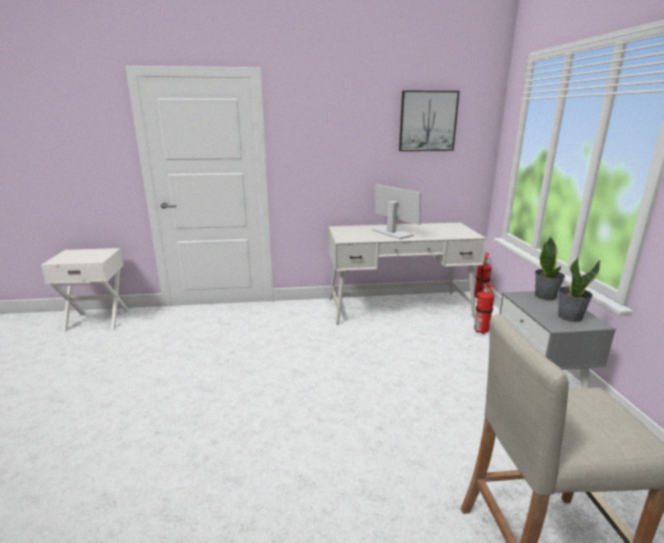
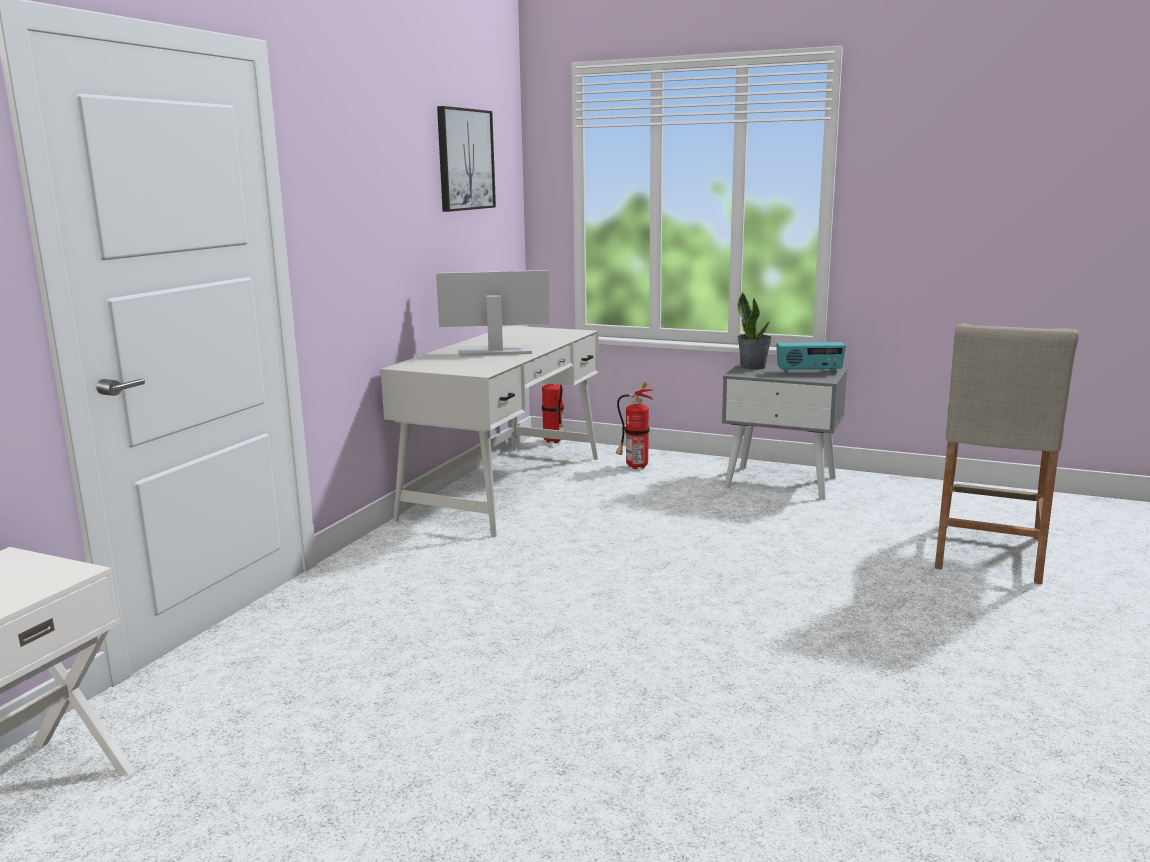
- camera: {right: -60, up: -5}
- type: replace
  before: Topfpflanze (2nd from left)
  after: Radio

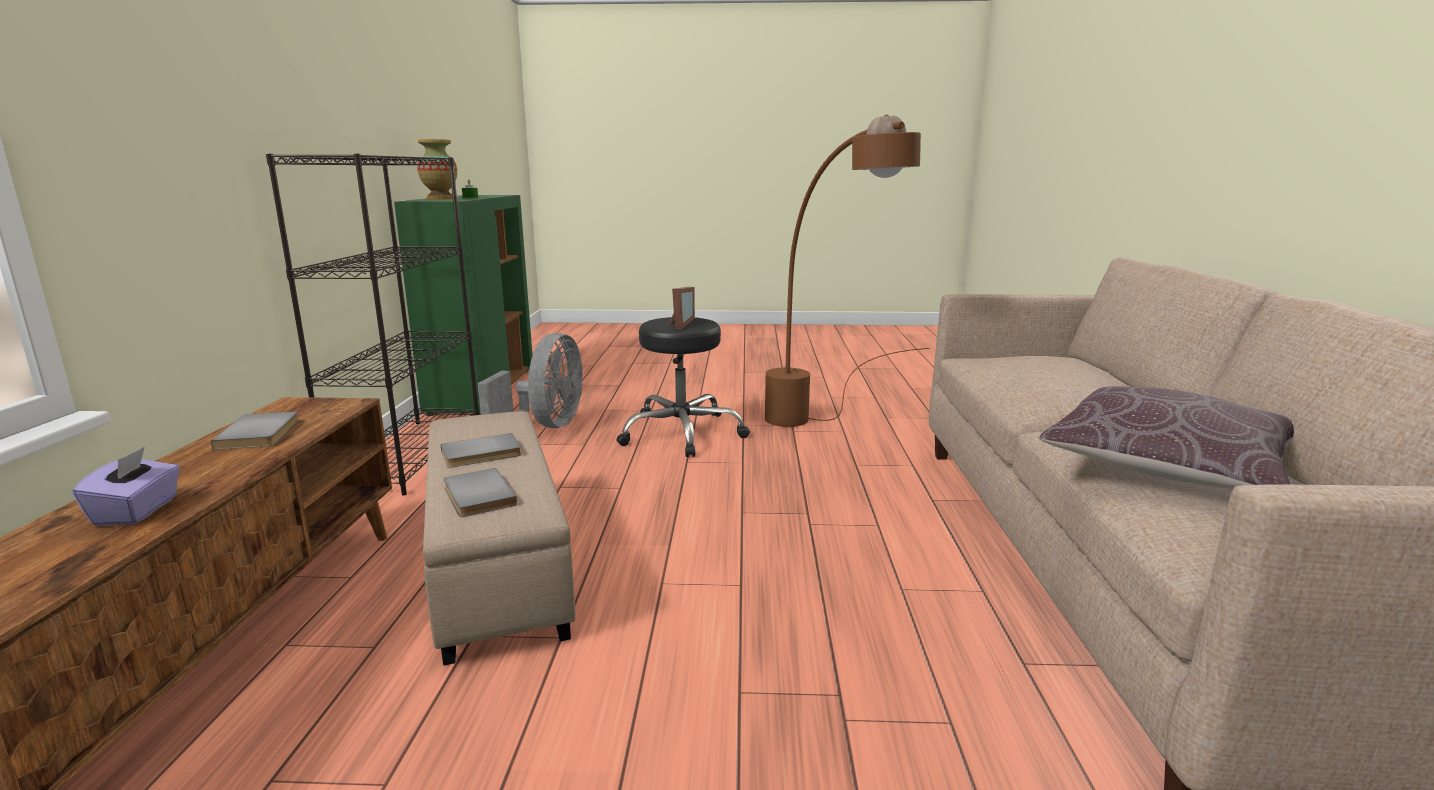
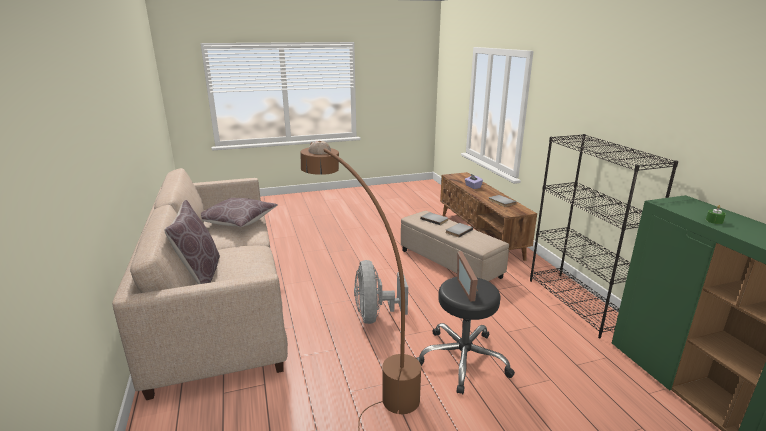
- camera: {right: 160, up: 5}
- type: delete
  before: Vase
- type: insert
  after: Kissen (braun) (1st from left)
- type: move
  before: Ventilator (grau)

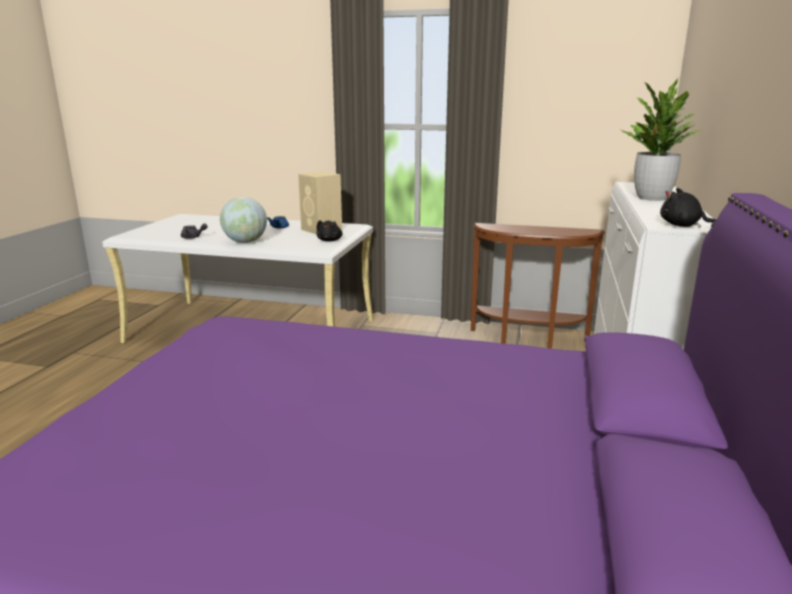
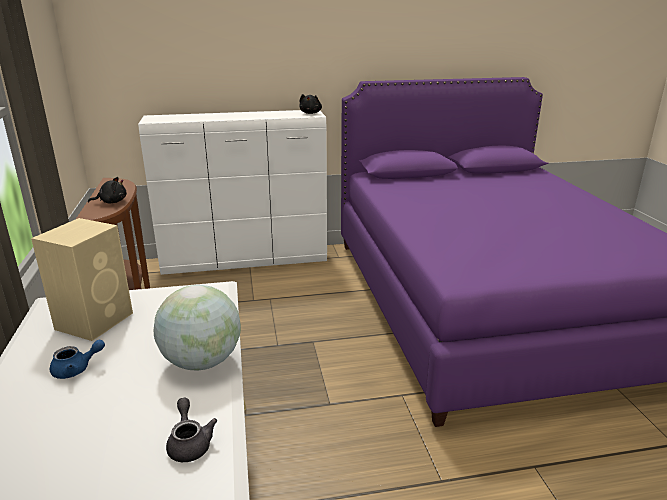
- camera: {right: -115, up: 5}
- type: delete
  before: Topfpflanze
- type: move
  before: Plüschtier (schwarz) (1st from left)

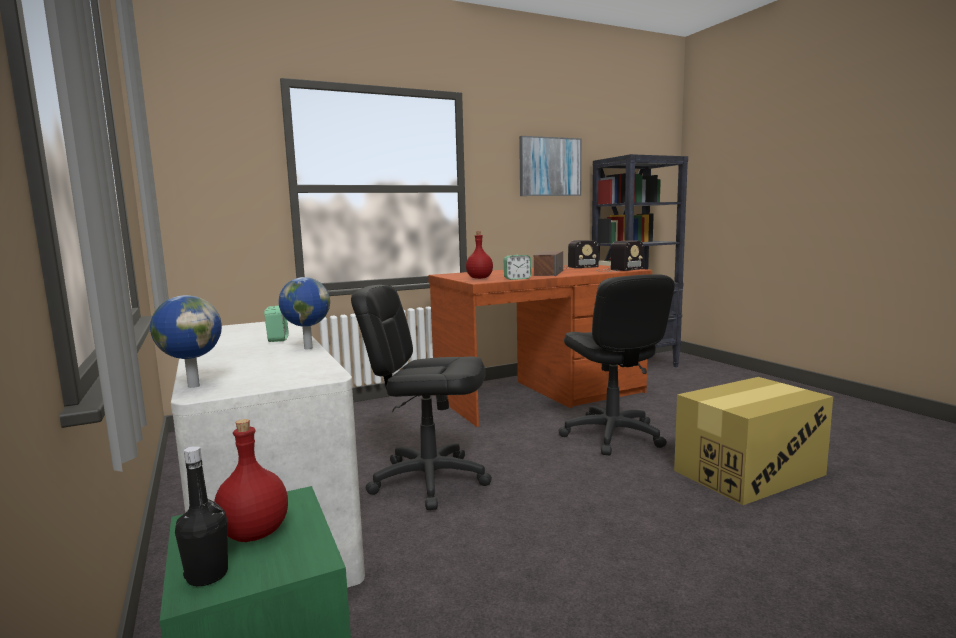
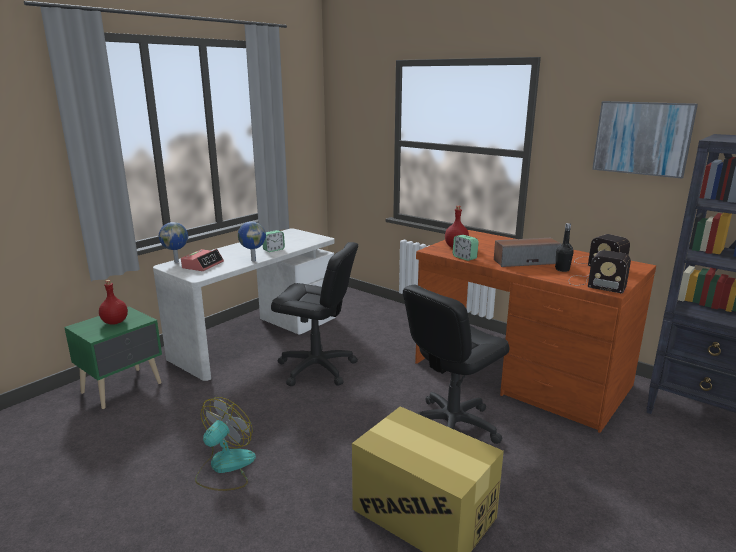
- camera: {right: 65, up: 10}
- type: insert
  after: Wecker (1st from left)
- type: insert
  after: Ventilator
- type: move
  before: Flasche (schwarz)
- type: rotate
  before: Bürostuhl (schwarz) (1st from left)
  turn: 120

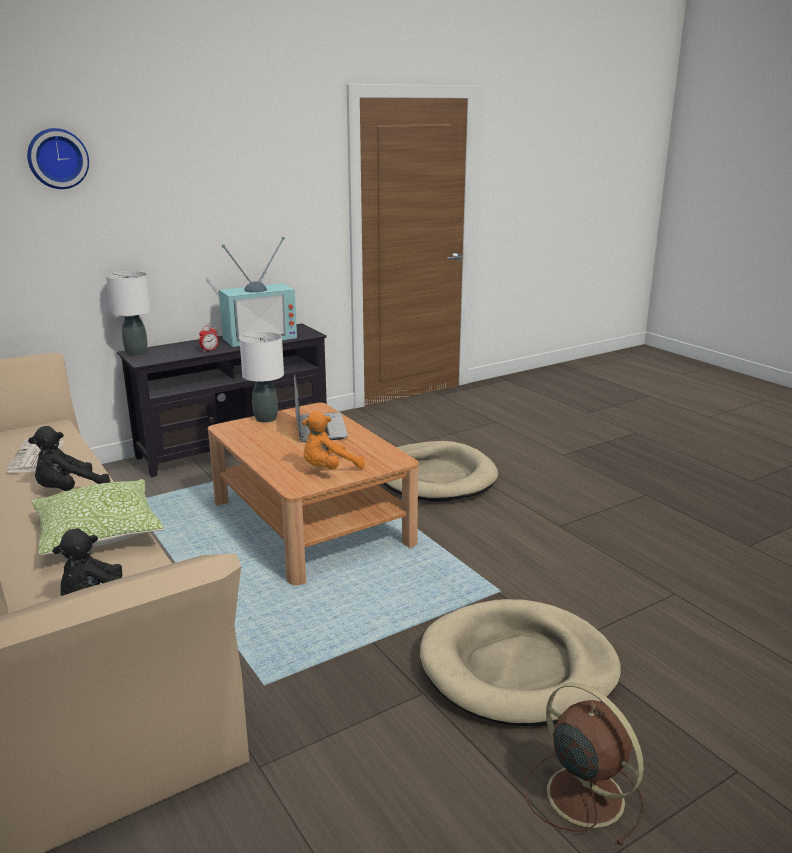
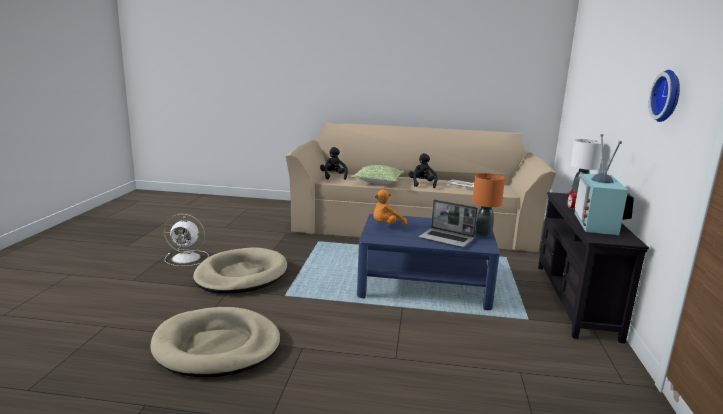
- camera: {right: 130, up: -5}
- type: move
  before: Wanduhr
- type: move
  before: Hundebett (beige) (1st from left)
- type: recolor
  before: Couchtisch (braun)
  after: Couchtisch (blau)
- type: recolor
  before: Tischlampe (weiß) (2nd from left)
  after: Tischlampe (orange)
- type: recolor
  before: Ventilator (braun)
  after: Ventilator (weiß)
- type: rotate
  before: Plüschtier (orange)
  turn: -135

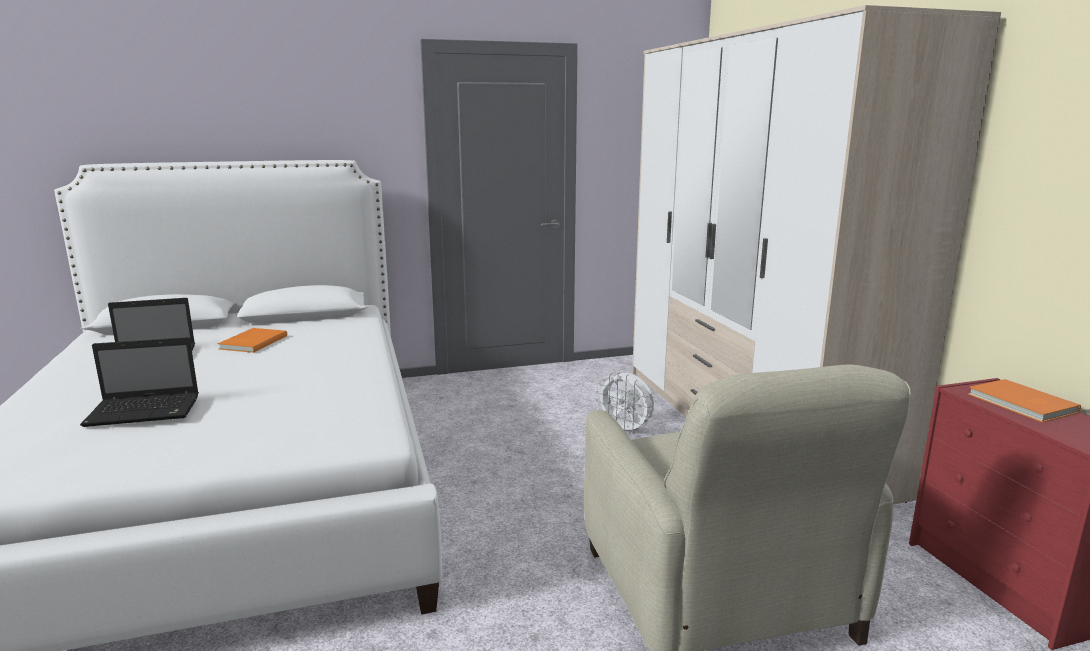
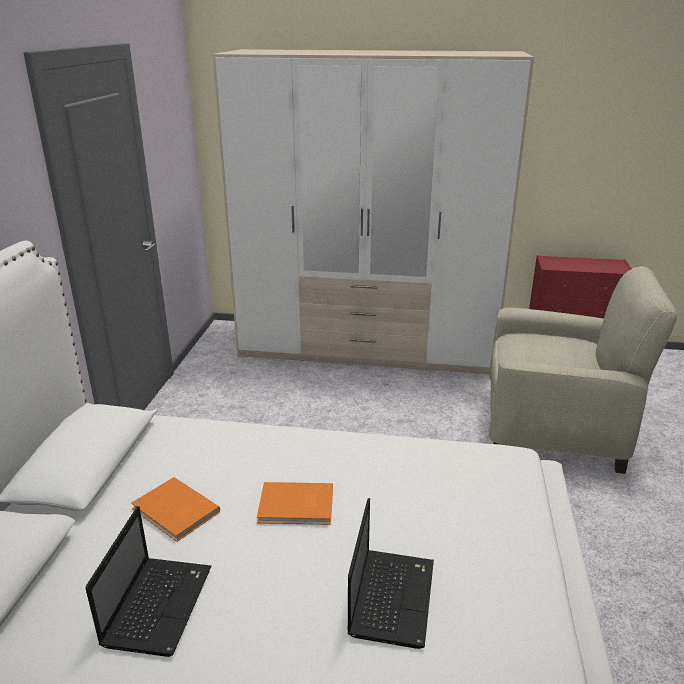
- camera: {right: -65, up: 10}
- type: delete
  before: Ventilator (weiß)
- type: move
  before: Buch (orange) (2nd from left)

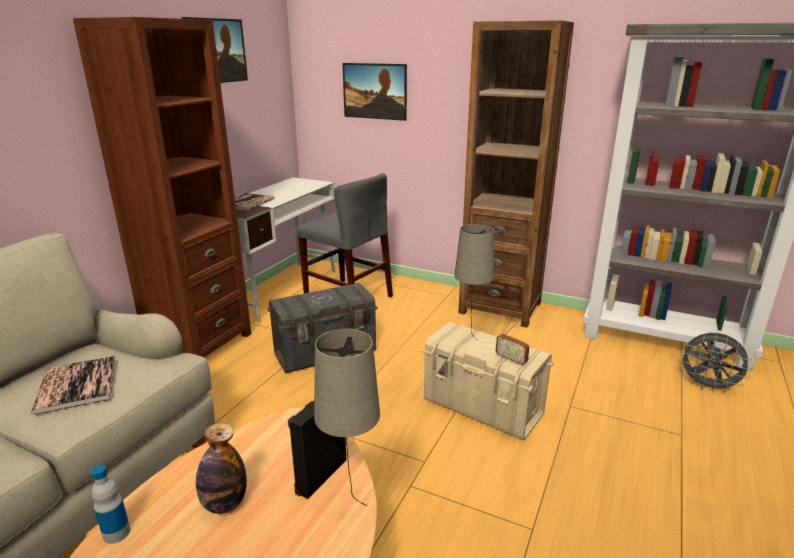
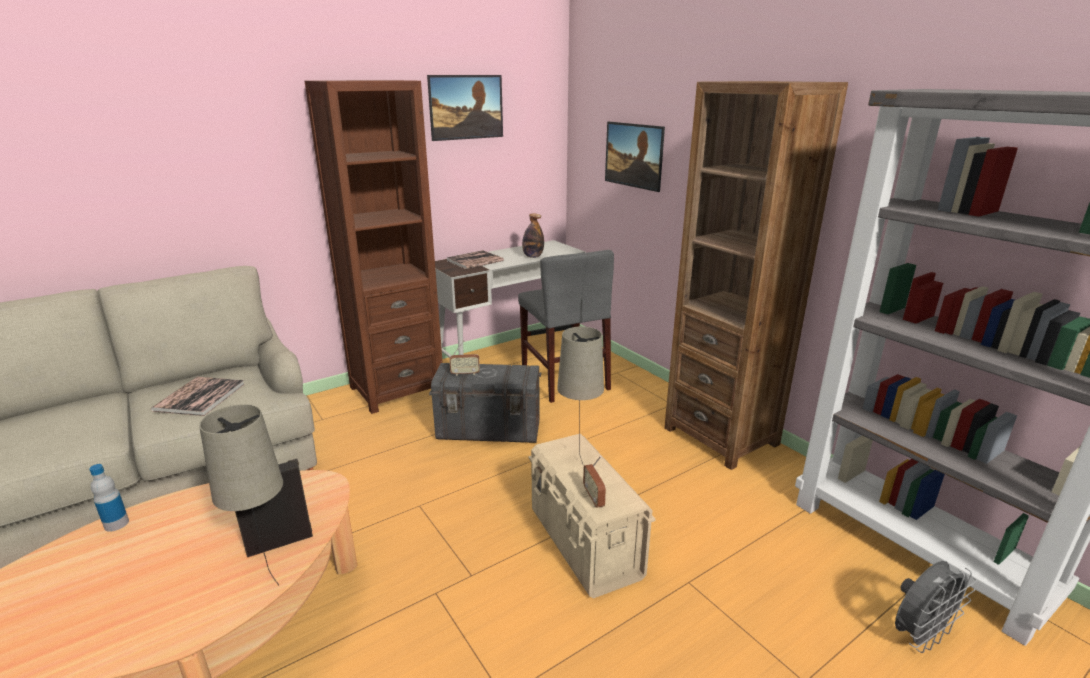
- camera: {right: 30, up: 0}
- type: insert
  after: Radio (1st from left)
- type: move
  before: Flasche (2nd from left)
- type: rotate
  before: Ventilator (grau)
  turn: -90

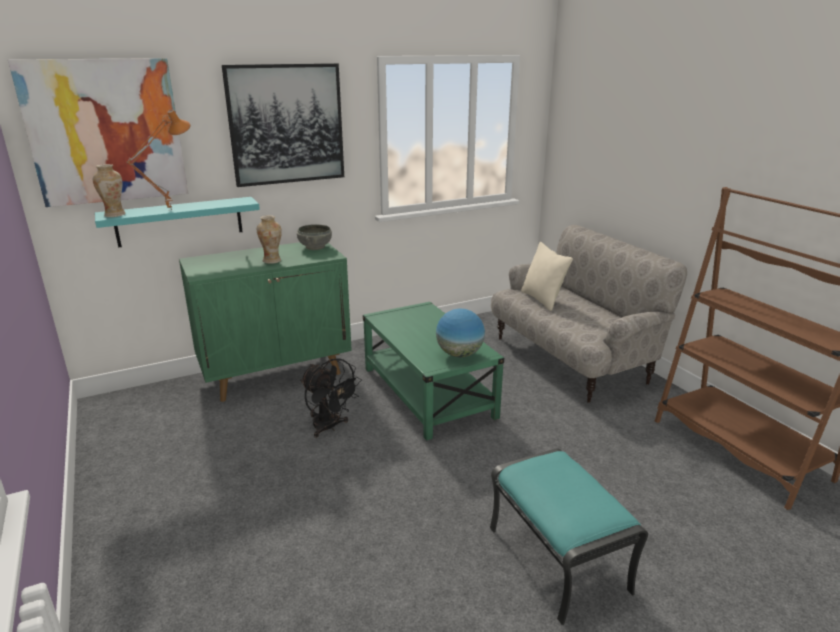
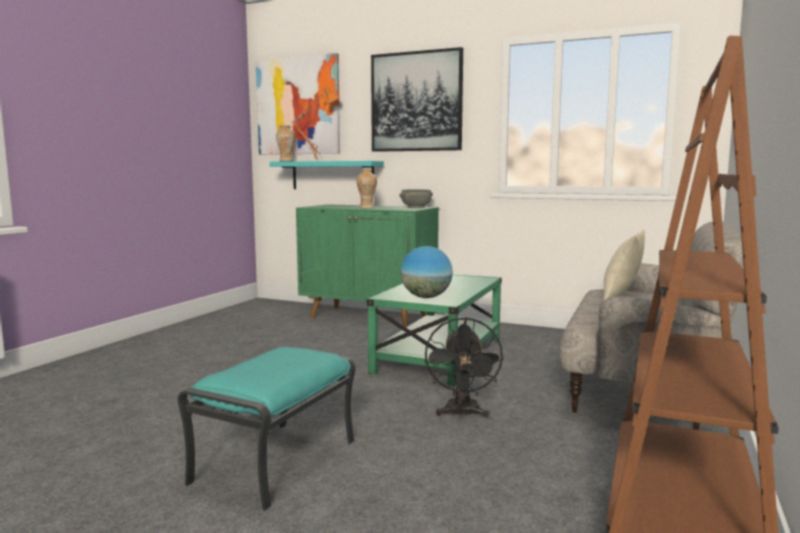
- camera: {right: 50, up: -15}
- type: move
  before: Ventilator (schwarz)

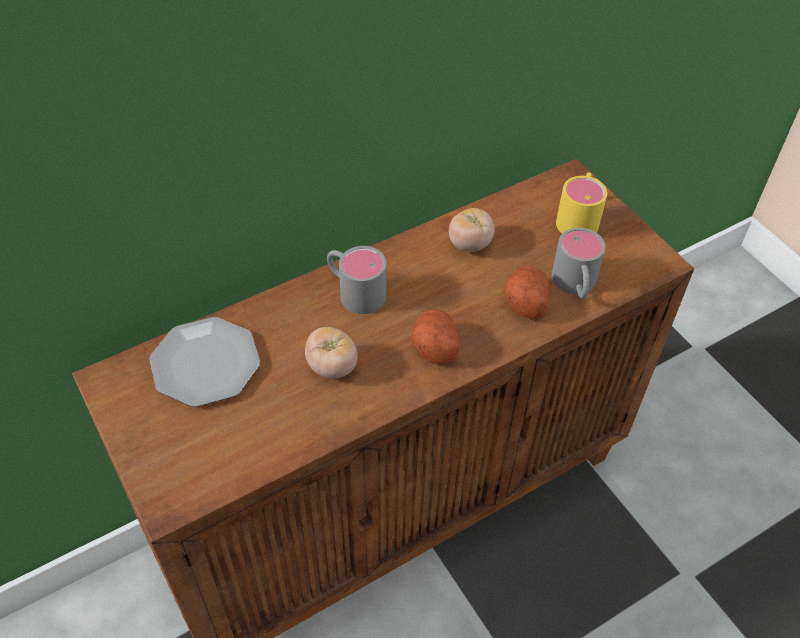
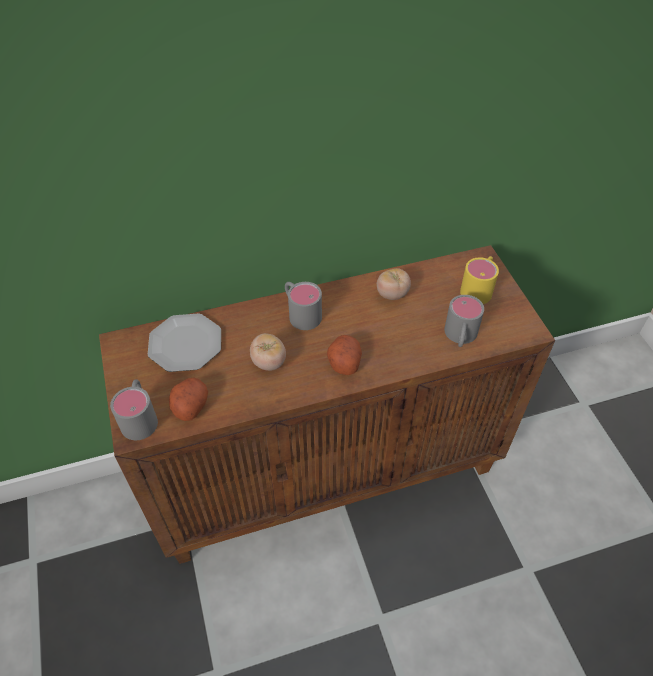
- camera: {right: 15, up: 0}
- type: insert
  after: Henkelbecher (grau) (1st from left)
- type: move
  before: Kartoffel (2nd from left in the first image)
  after: Kartoffel (1st from left)

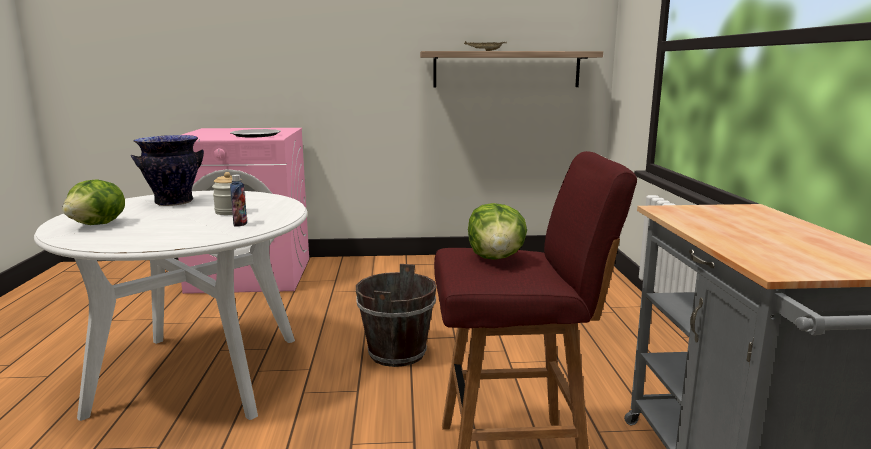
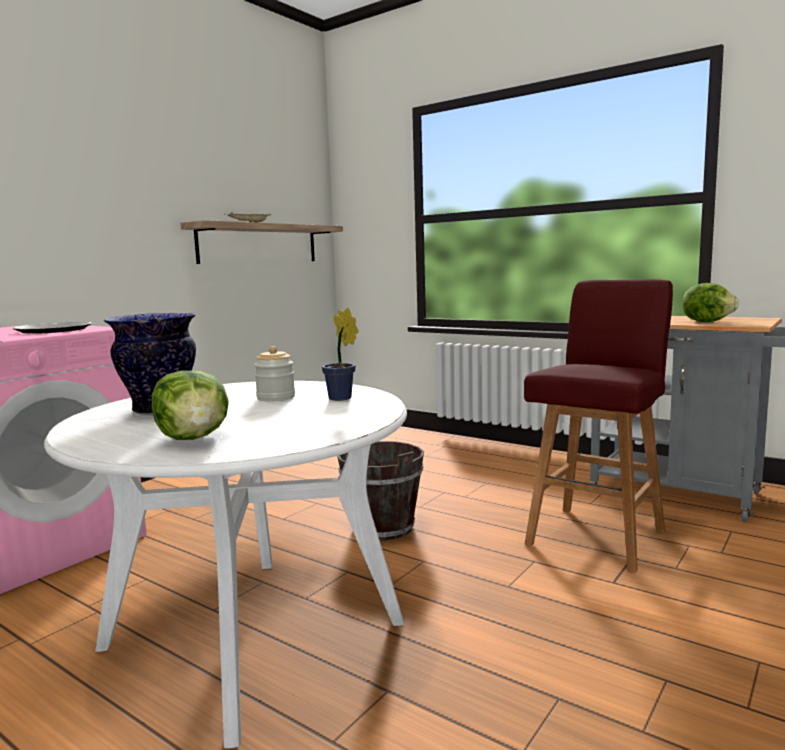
- camera: {right: -50, up: -5}
- type: move
  before: Salatkopf (2nd from left)
- type: replace
  before: Flasche
  after: Topfpflanze

